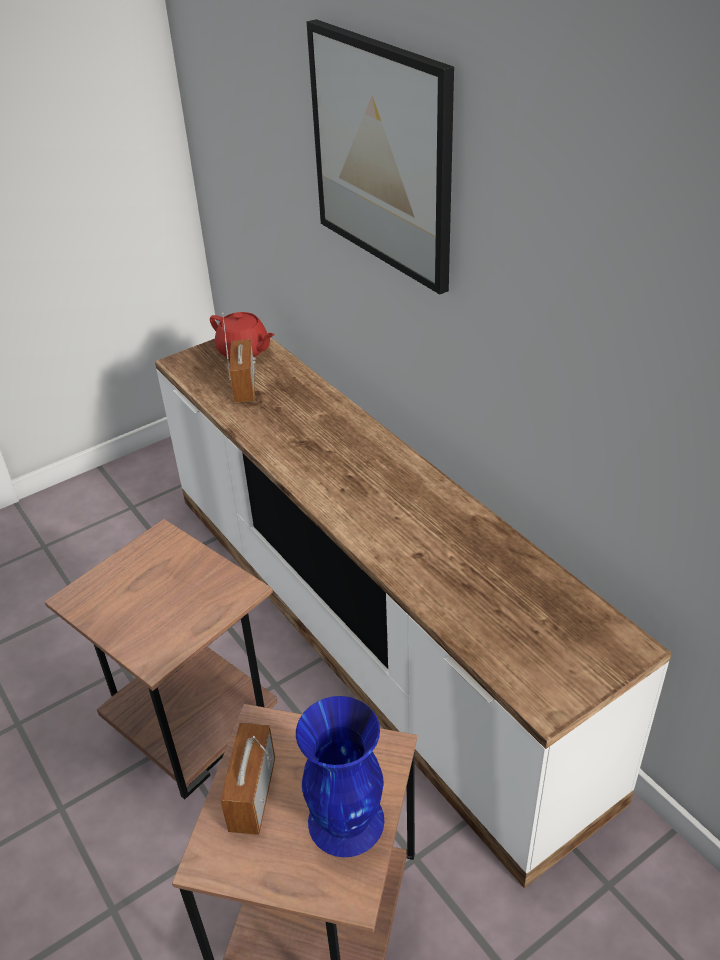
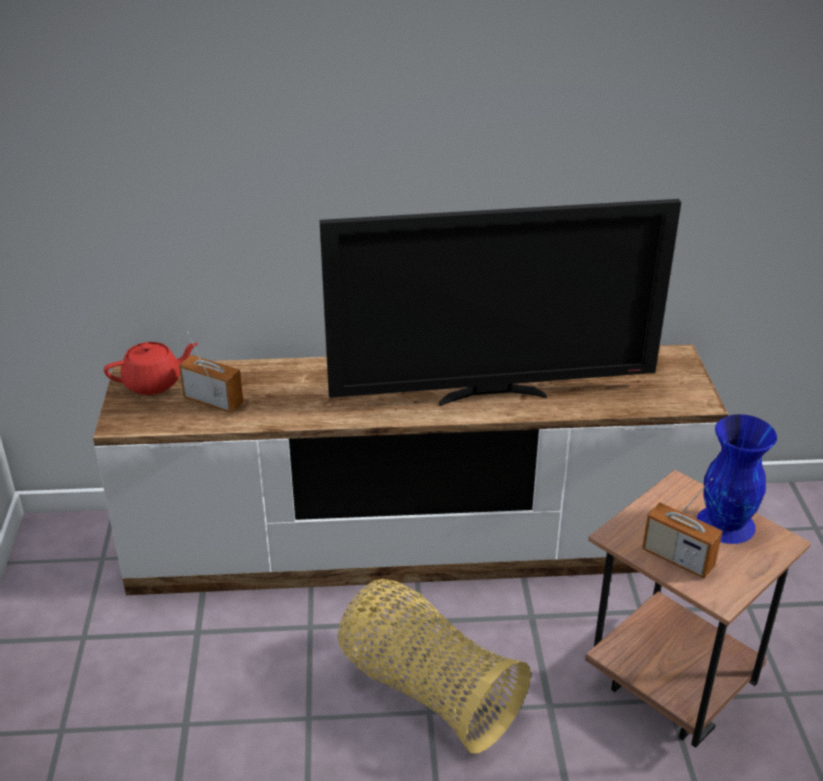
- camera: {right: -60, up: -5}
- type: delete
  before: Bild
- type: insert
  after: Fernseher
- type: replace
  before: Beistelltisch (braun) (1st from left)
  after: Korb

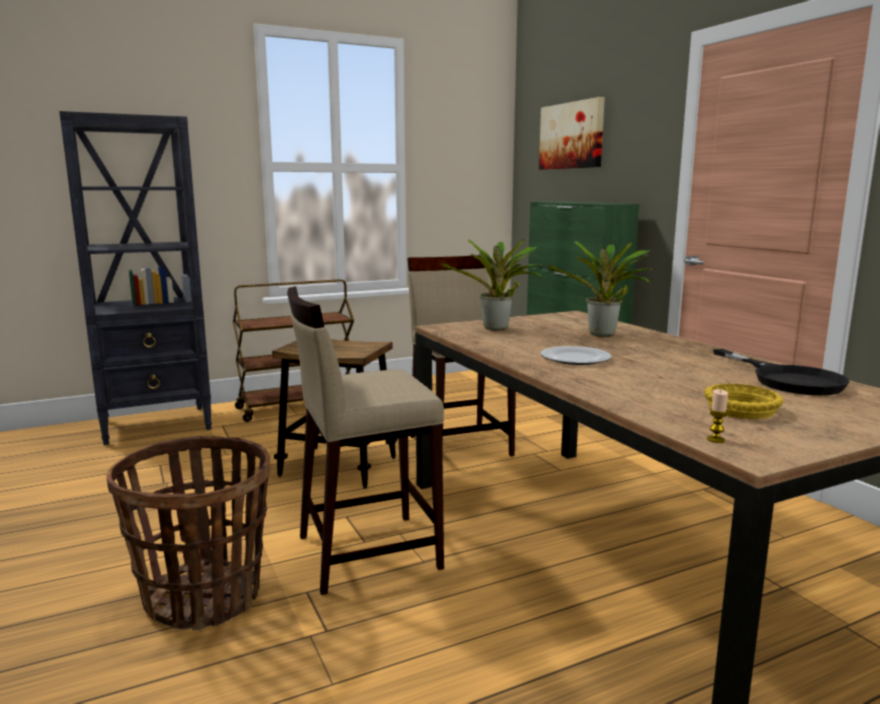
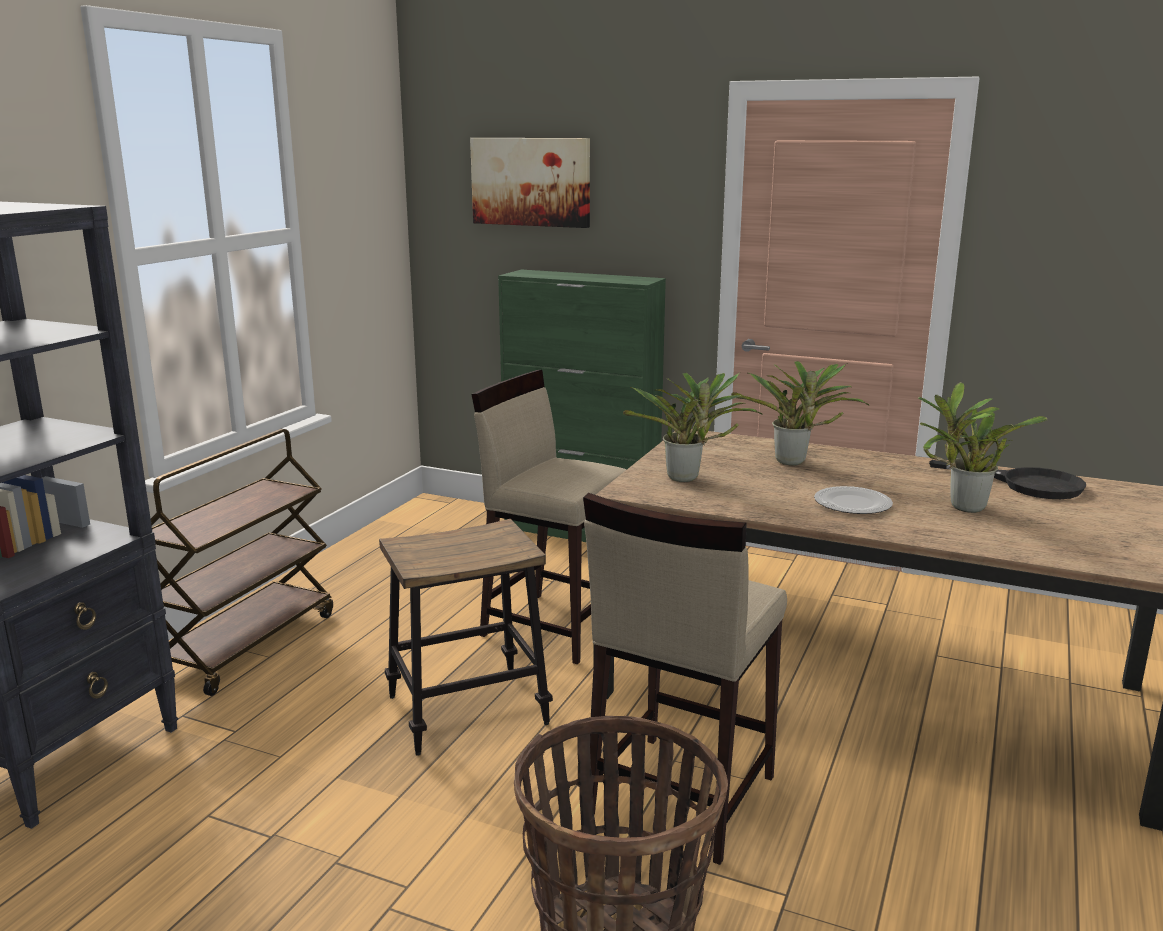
- camera: {right: -40, up: 5}
- type: delete
  before: Schüssel (gelb)
- type: delete
  before: Kerze
- type: insert
  after: Topfpflanze (3rd from left)

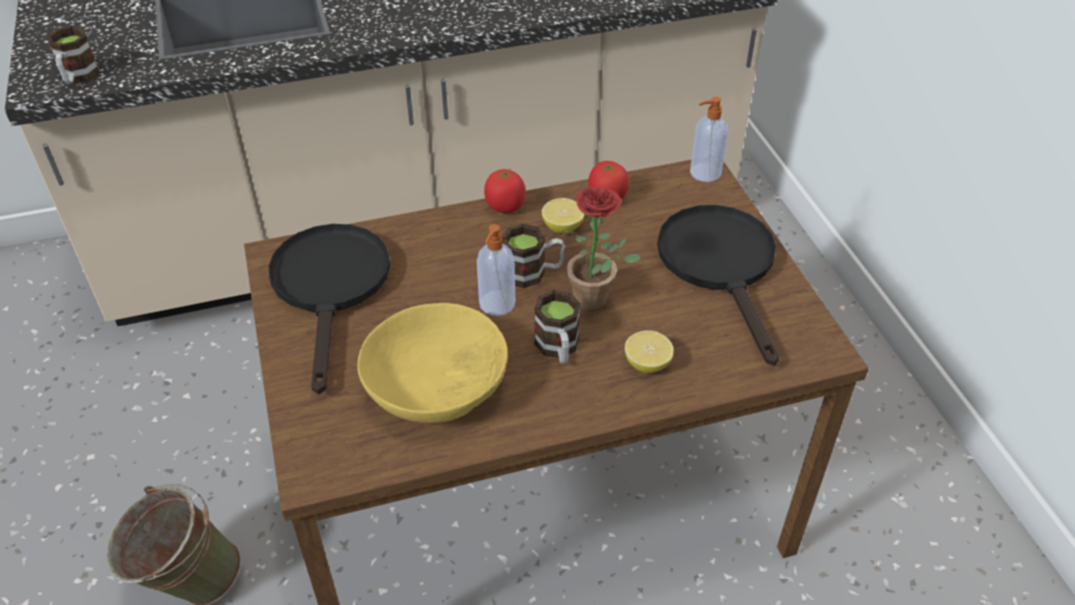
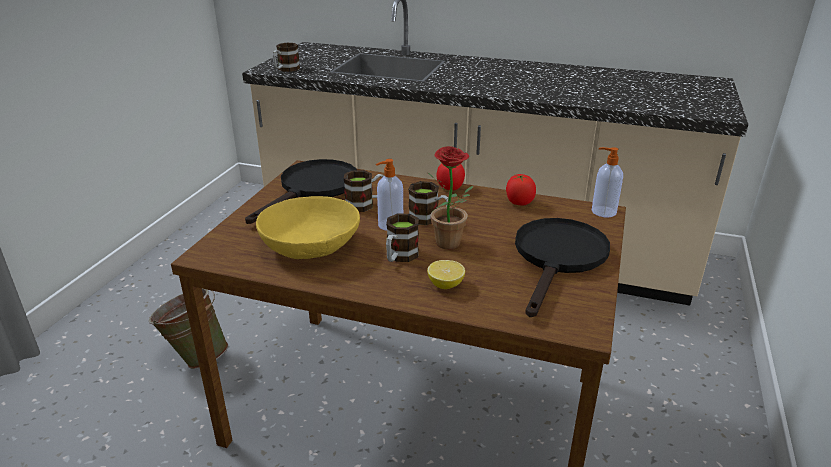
- camera: {right: 35, up: -15}
- type: delete
  before: Zitrone (1st from left)
- type: insert
  after: Henkelbecher (2nd from left)

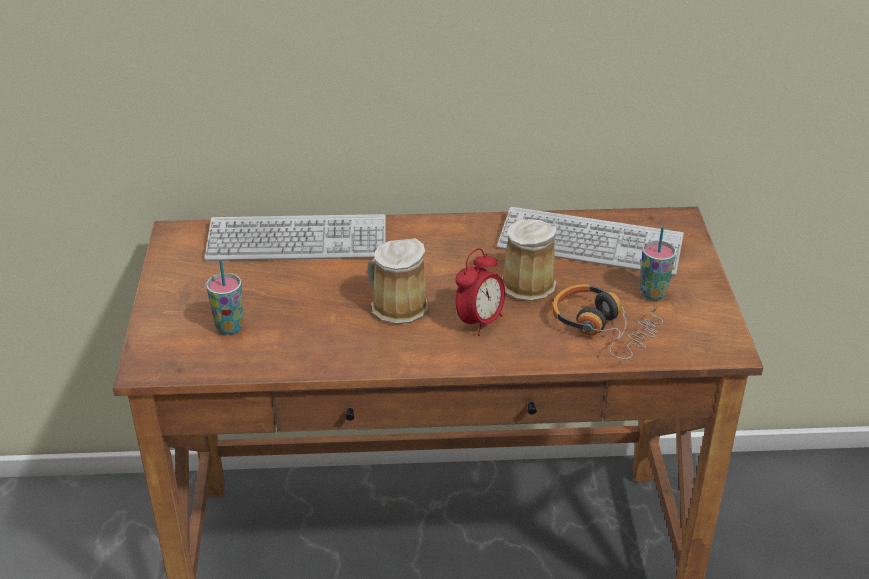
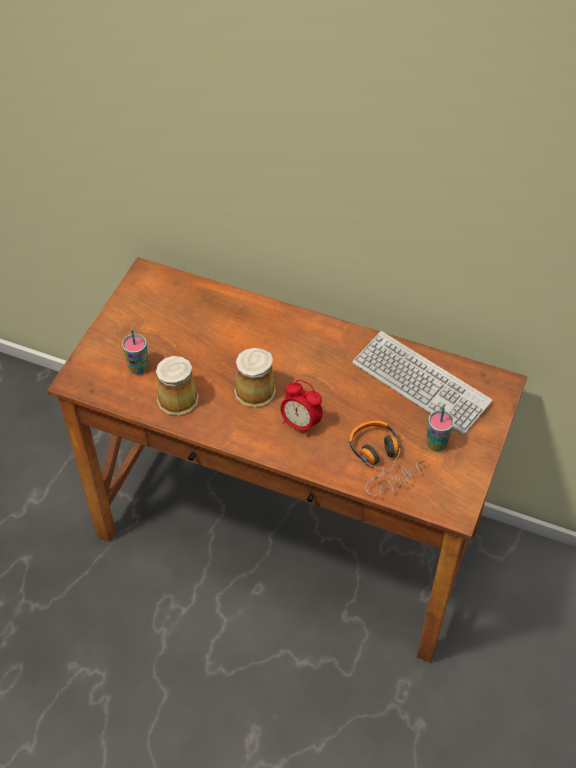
- camera: {right: 25, up: 15}
- type: delete
  before: Tastatur (1st from left)
- type: move
  before: Henkelbecher (2nd from left in the first image)
  after: Henkelbecher (1st from left)
- type: rotate
  before: Wecker
  turn: 60

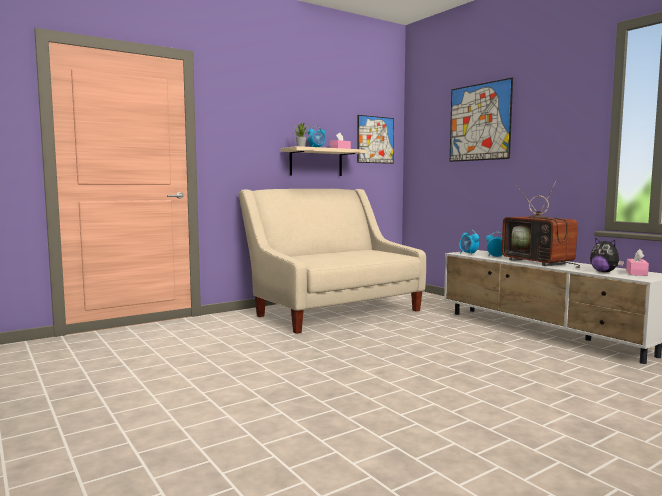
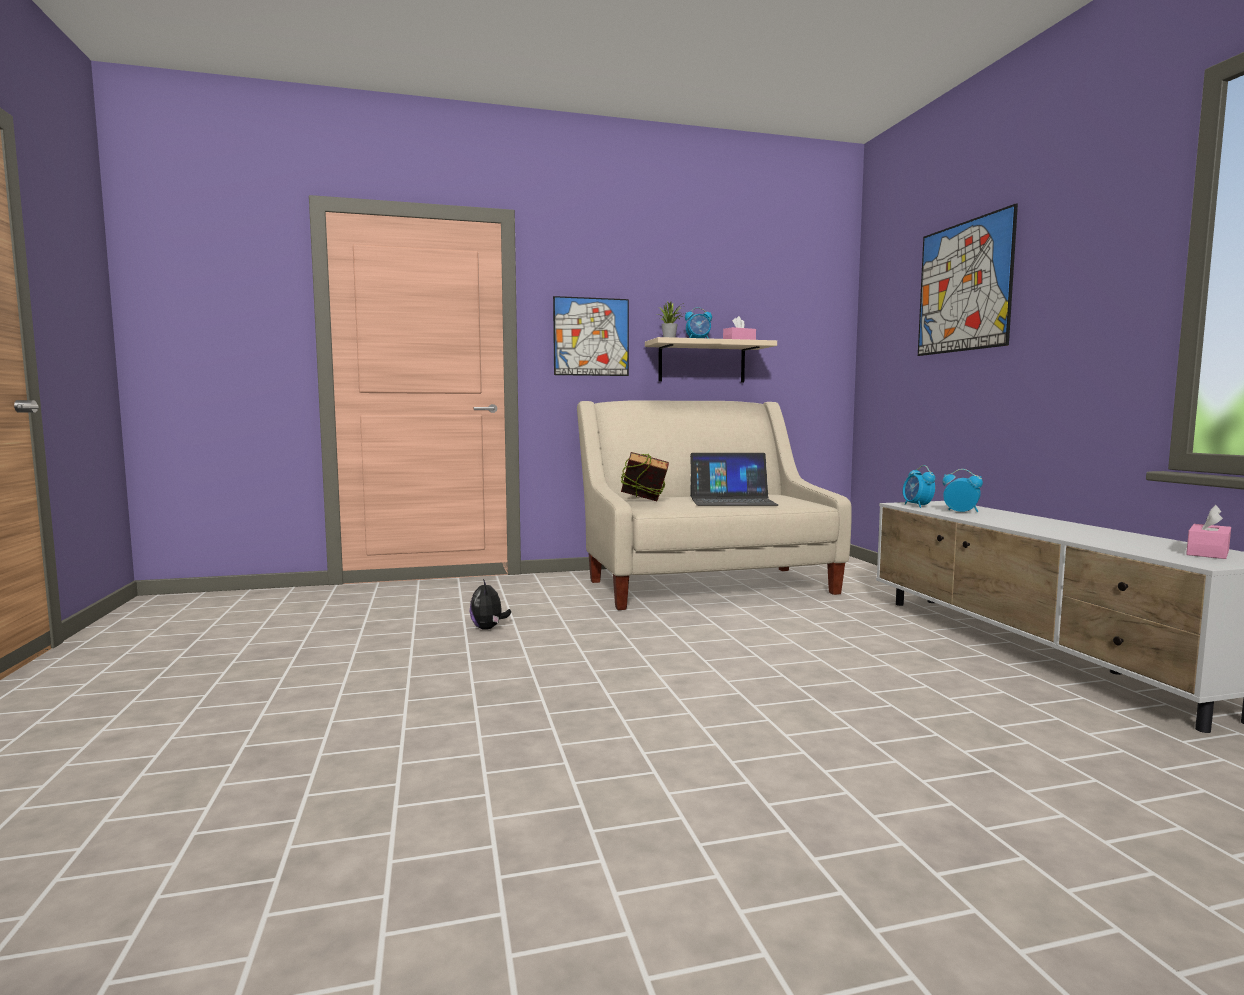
- camera: {right: 20, up: 0}
- type: delete
  before: Fernseher
- type: insert
  after: Buch
- type: insert
  after: Laptop
- type: move
  before: Bild (1st from left)
- type: move
  before: Plüschtier

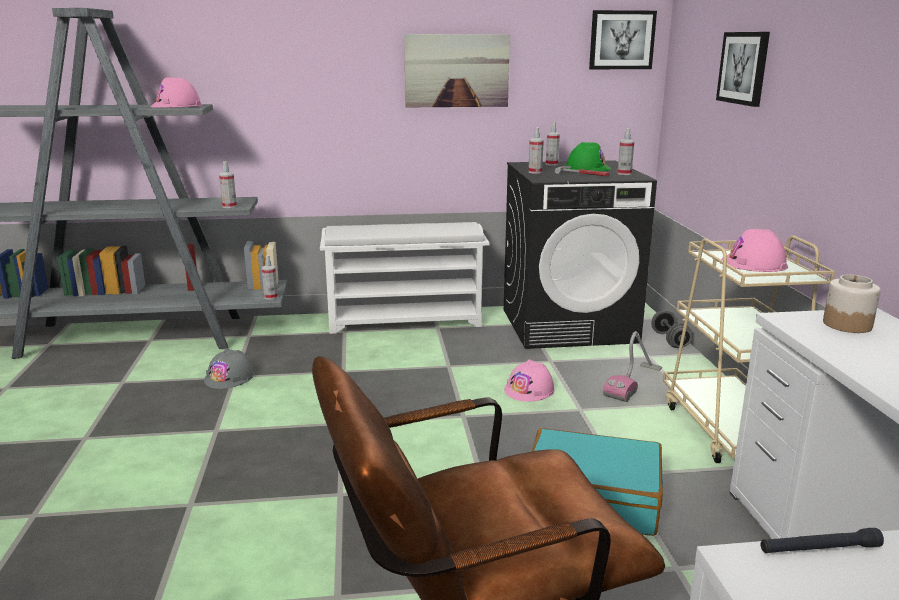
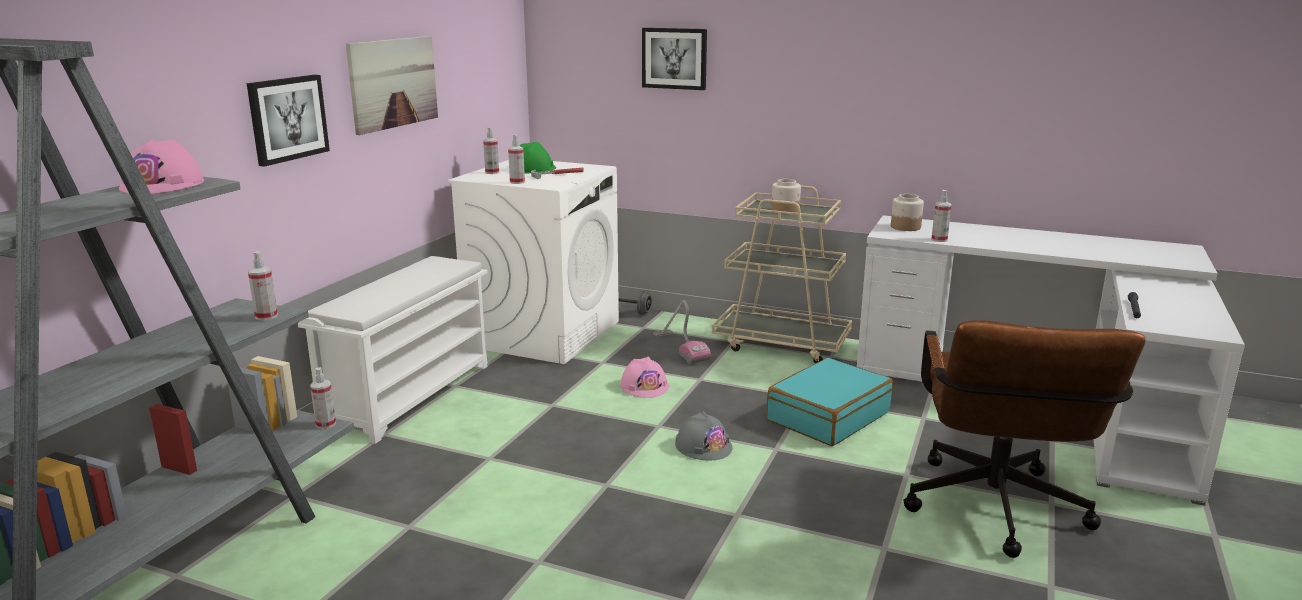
- camera: {right: -60, up: 0}
- type: move
  before: Schutzhelm (grau)
- type: move
  before: Bild (2nd from left in the first image)
  after: Bild (1st from left)
- type: move
  before: Sprühflasche (5th from left)
- type: replace
  before: Schutzhelm (rosa) (3rd from left)
  after: Vorratsglas (1st from left)
- type: recolor
  before: Waschmaschine (schwarz)
  after: Waschmaschine (weiß)

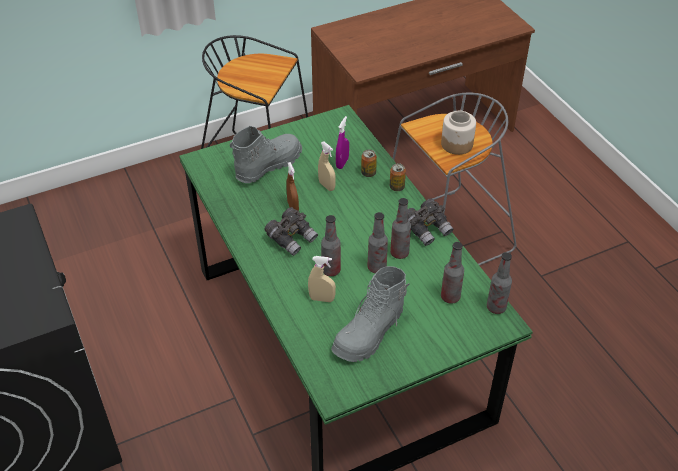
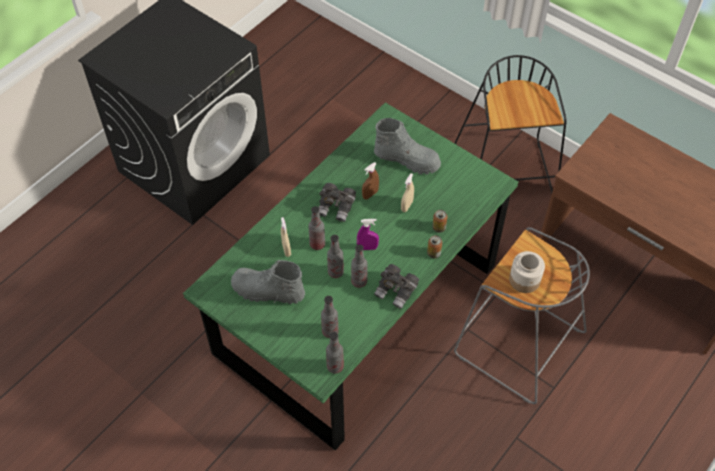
- camera: {right: 65, up: 10}
- type: move
  before: Sprühflasche (lila)

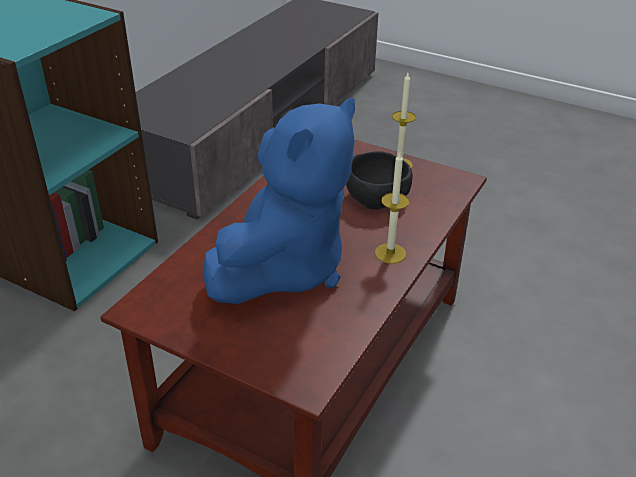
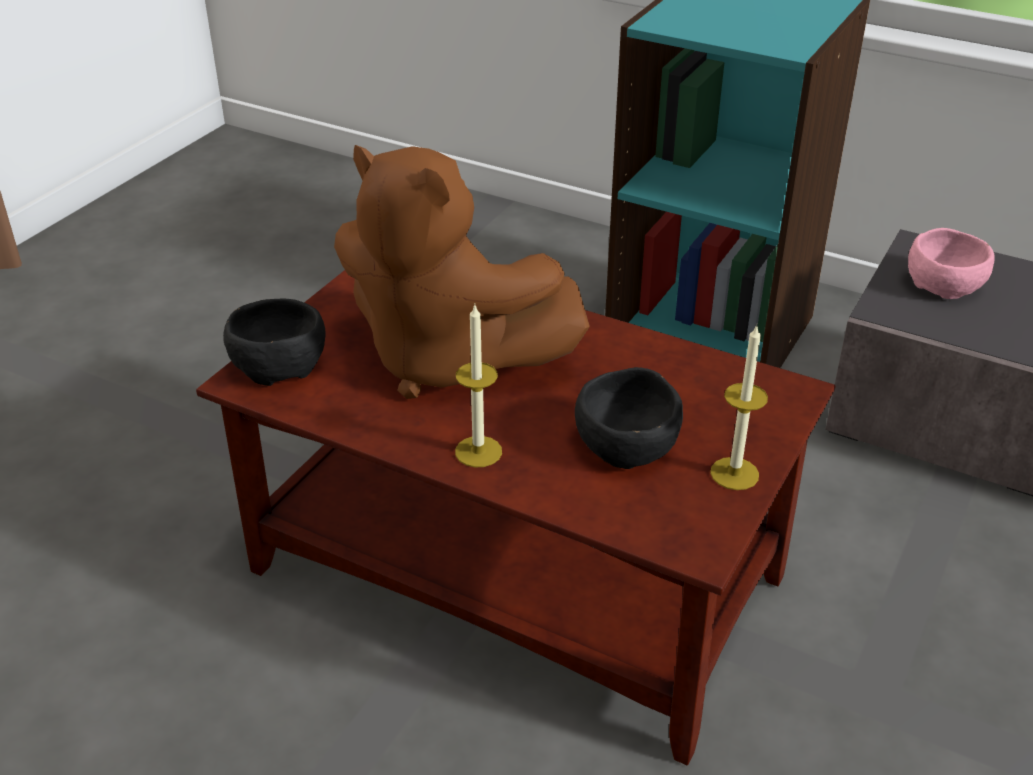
- camera: {right: 90, up: 0}
- type: insert
  after: Schüssel (schwarz) (1st from left)
- type: insert
  after: Schüssel (rosa)
- type: recolor
  before: Plüschtier (blau)
  after: Plüschtier (braun)

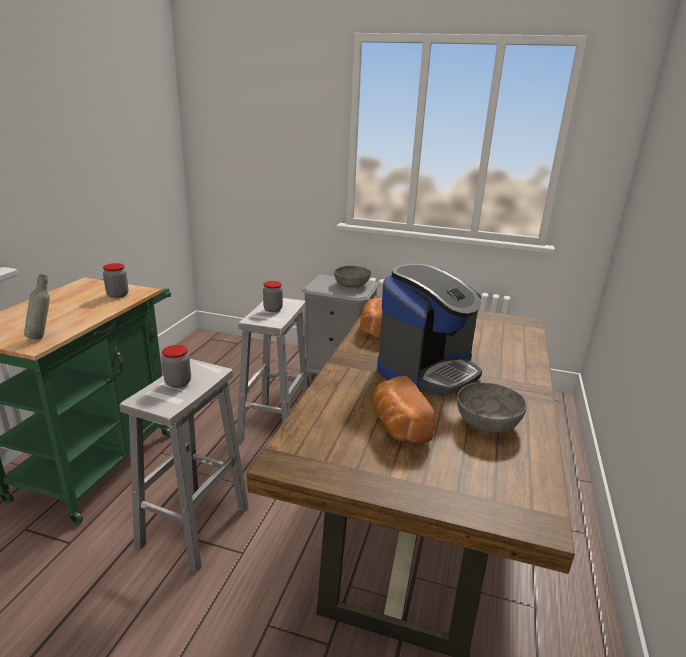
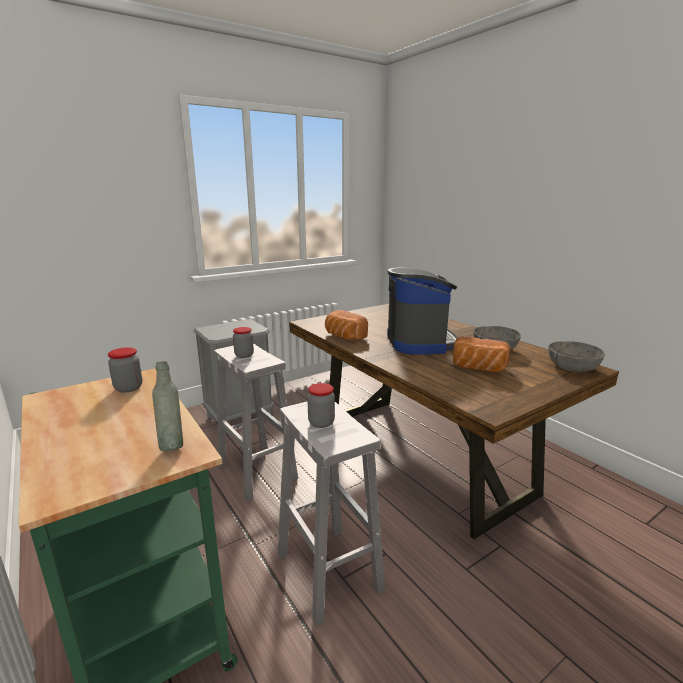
- camera: {right: -50, up: -5}
- type: move
  before: Schüssel (grau) (1st from left in the first image)
  after: Schüssel (grau) (2nd from left)

